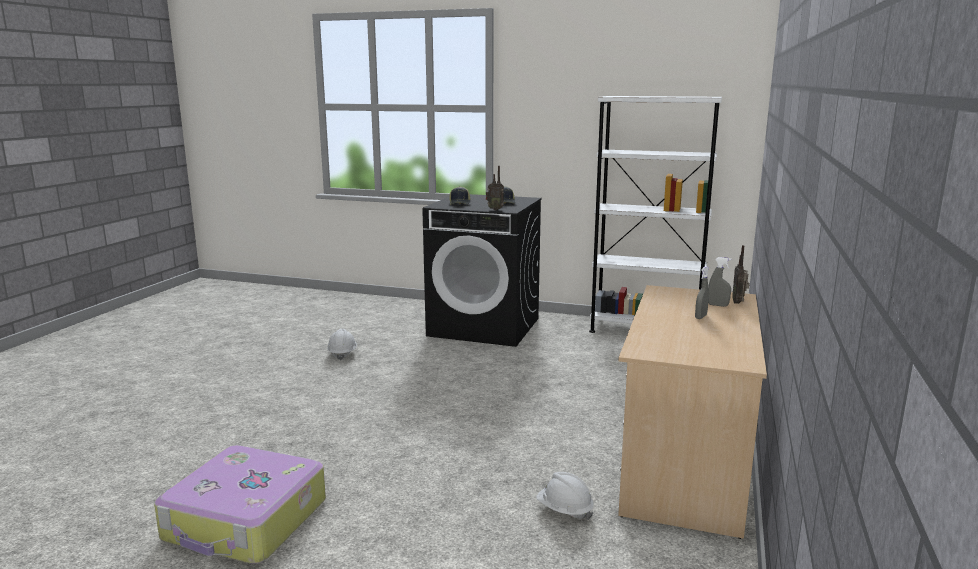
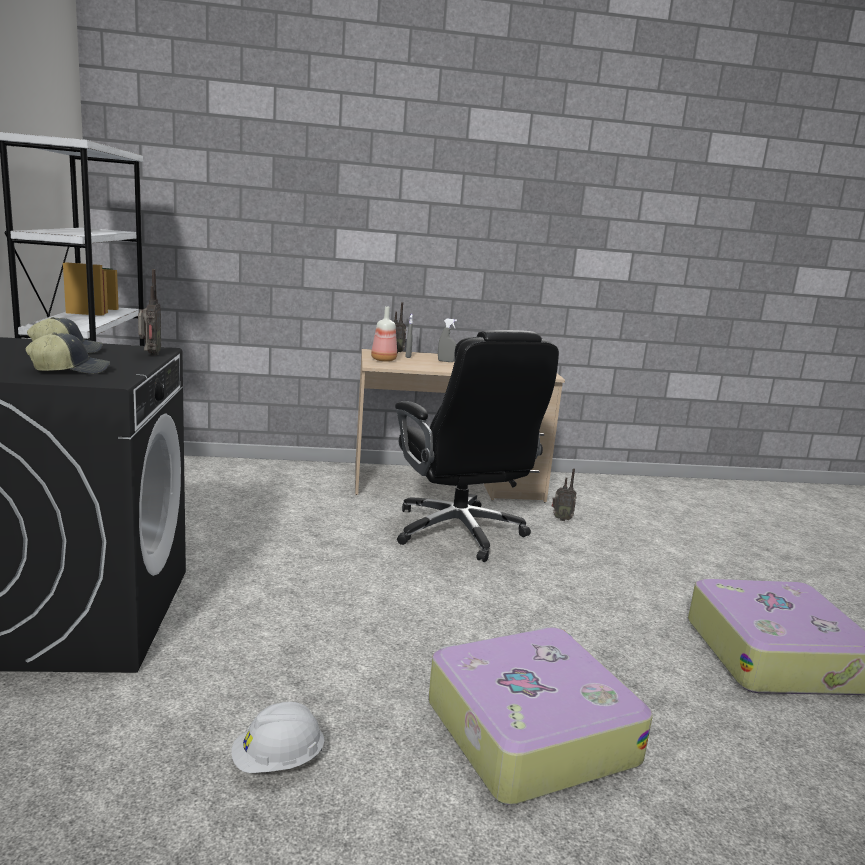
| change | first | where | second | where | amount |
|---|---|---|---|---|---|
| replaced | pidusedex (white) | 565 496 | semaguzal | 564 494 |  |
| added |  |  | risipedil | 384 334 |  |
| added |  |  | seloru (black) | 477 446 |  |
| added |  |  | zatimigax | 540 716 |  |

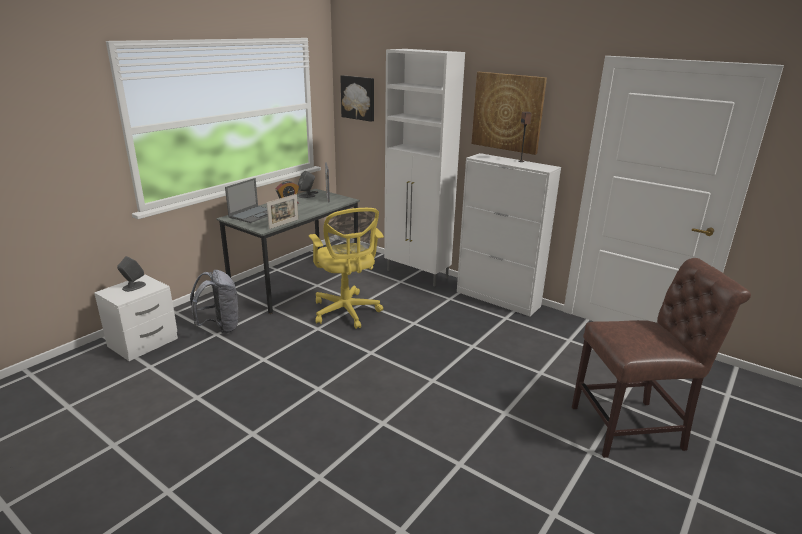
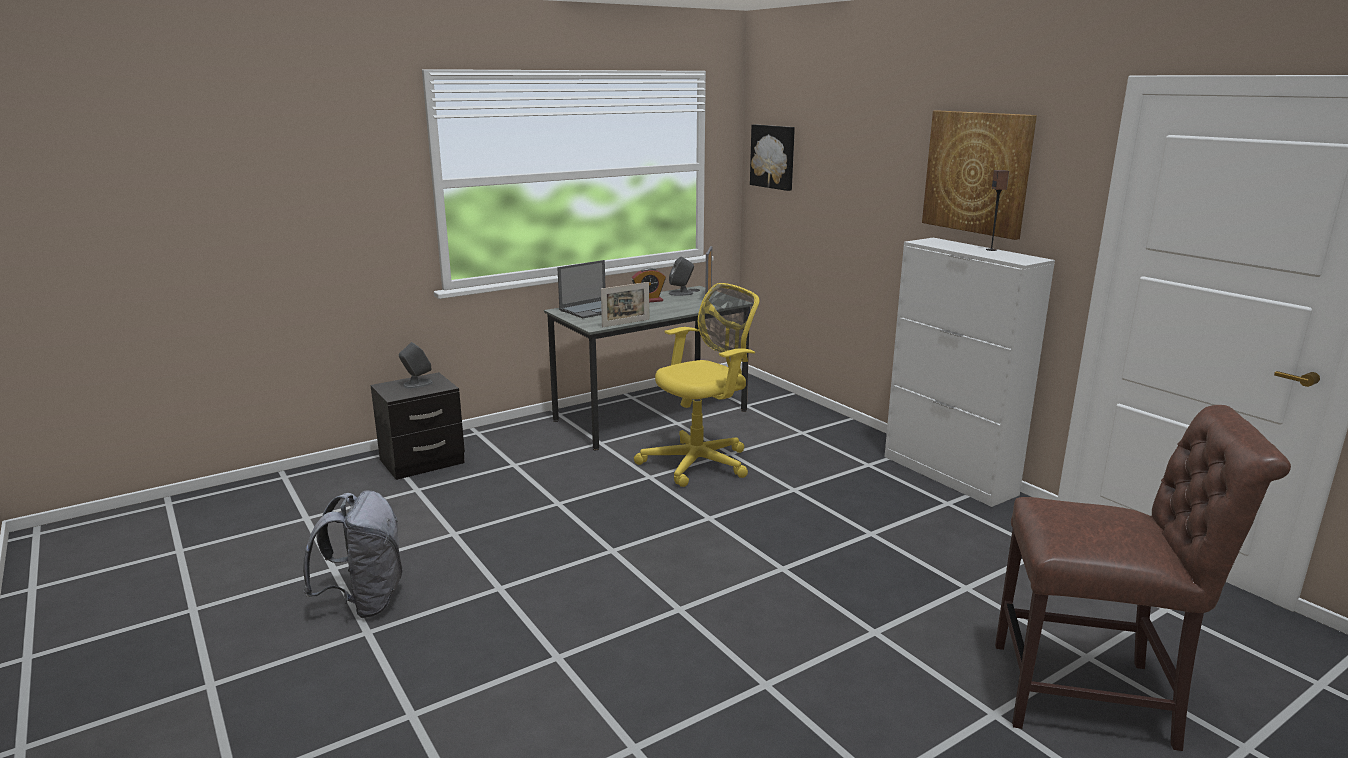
| change | first | where | second | where | amount |
|---|---|---|---|---|---|
| removed | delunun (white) | 424 168 |  |  |  |
| turned | seloru (yellow) | 346 268 |  | 696 385 | 120 degrees counterclockwise |
| moved | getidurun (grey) | 214 302 |  | 352 554 |  |
| recoloured | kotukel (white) | 136 317 | kotukel (black) | 417 426 |  |

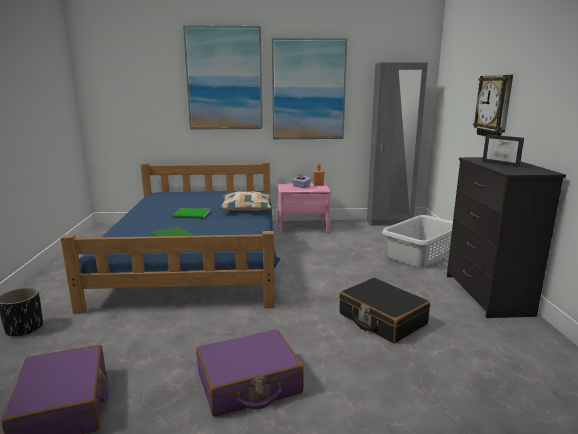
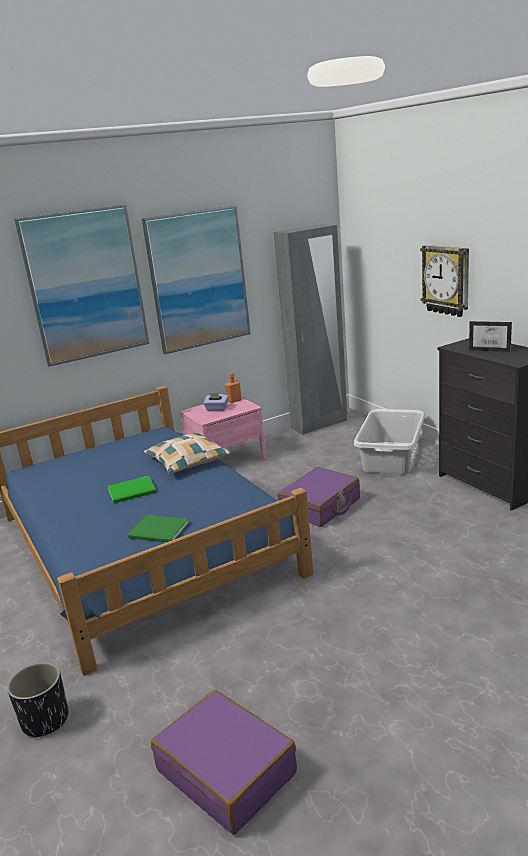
| change | first | where | second | where | amount |
|---|---|---|---|---|---|
| removed | zatimigax (black) | 384 311 |  |  |  |
| moved | zatimigax (purple) | 250 373 |  | 319 497 |  |

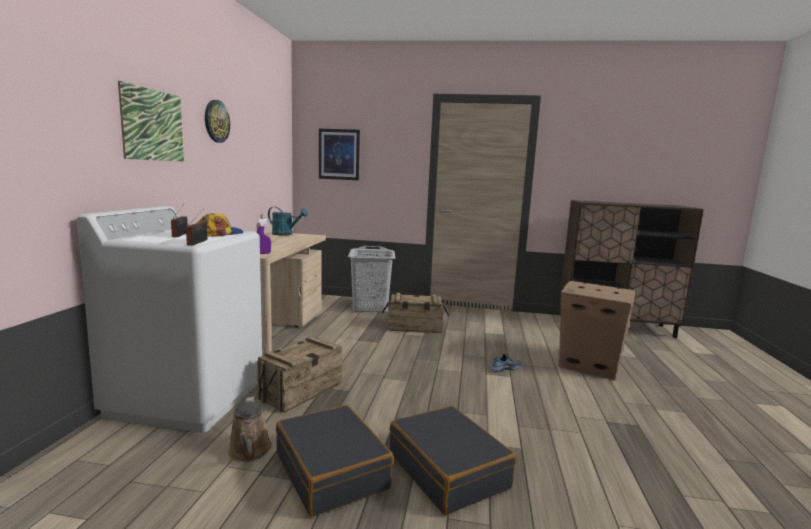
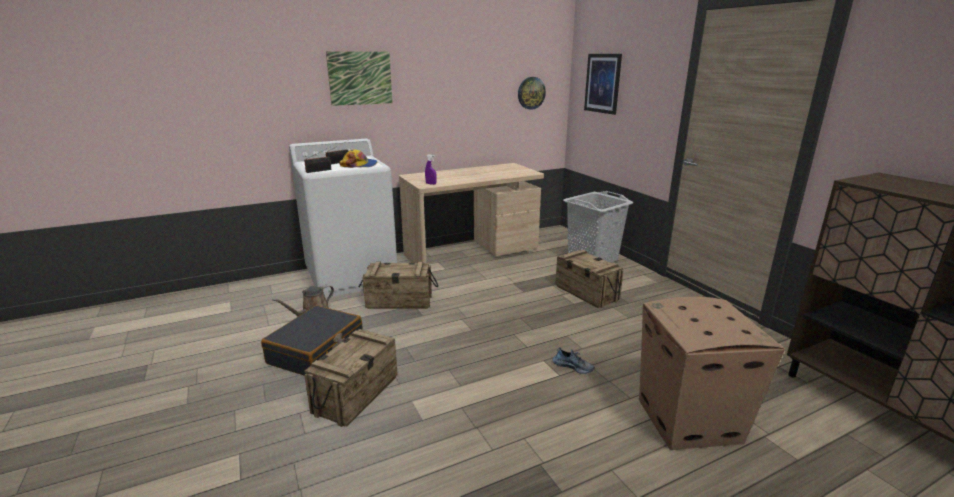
| change | first | where | second | where | amount |
|---|---|---|---|---|---|
| moved | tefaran | 217 121 |  | 532 93 |  |
| removed | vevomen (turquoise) | 288 221 |  |  |  |
| replaced | zatimigax (black) | 453 460 | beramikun | 351 378 |  |

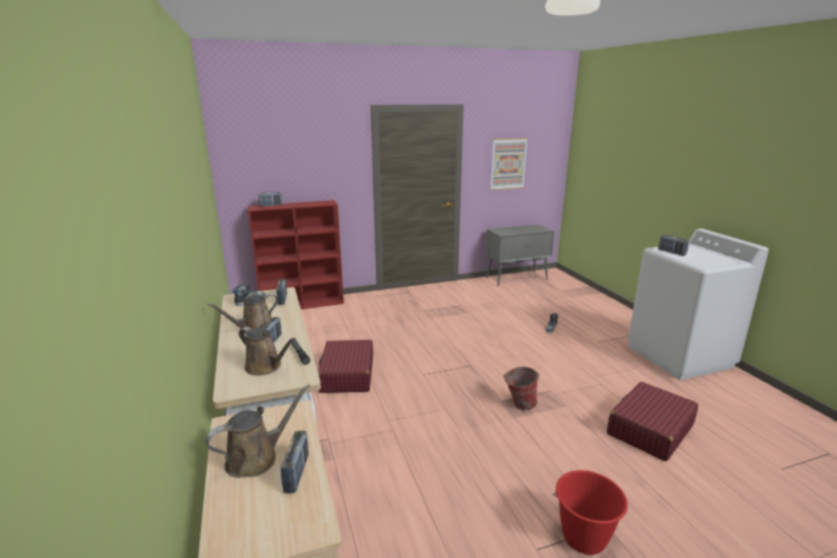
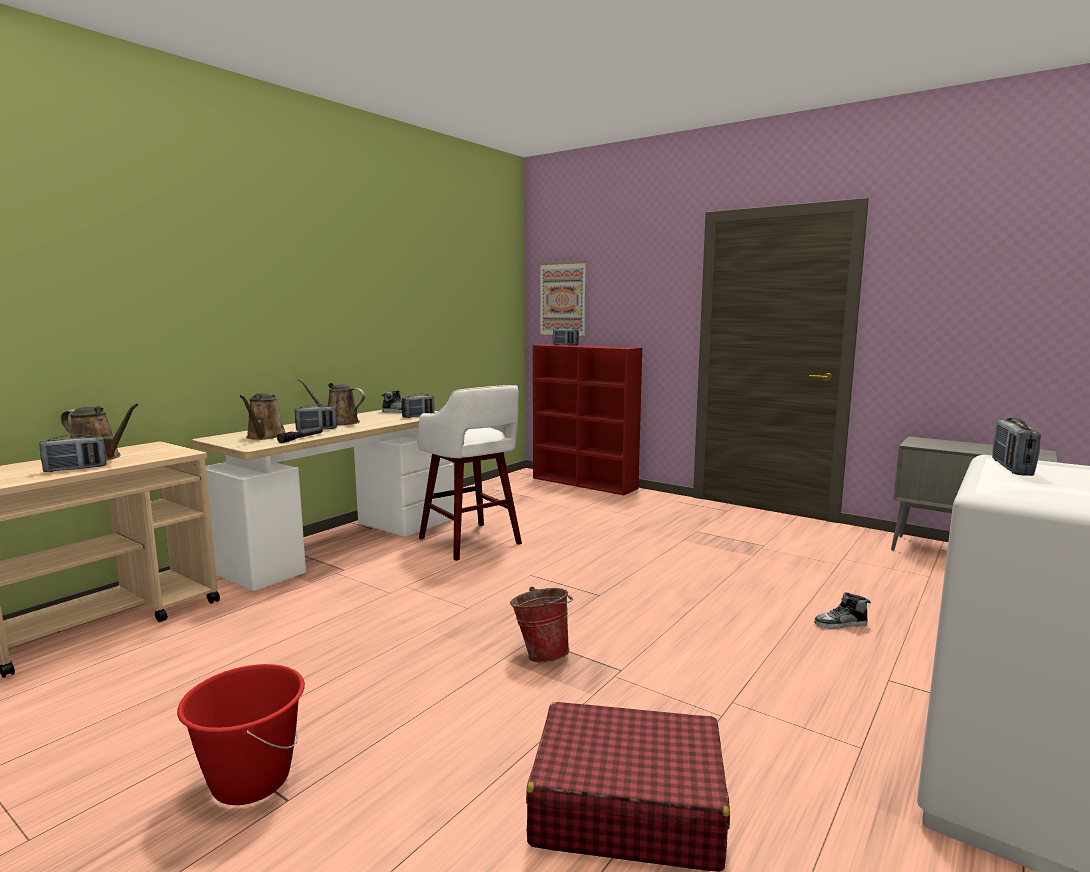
| change | first | where | second | where | amount |
|---|---|---|---|---|---|
| moved | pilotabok | 509 164 |  | 563 299 |  |
| replaced | zatimigax (red) | 345 366 | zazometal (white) | 469 473 |  |

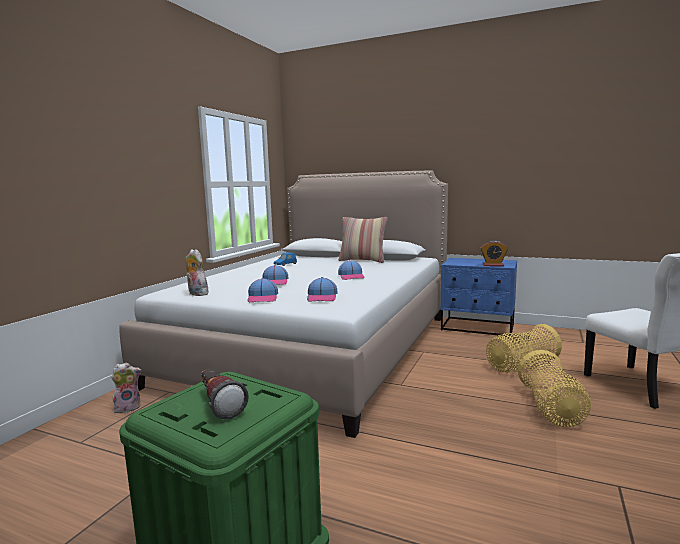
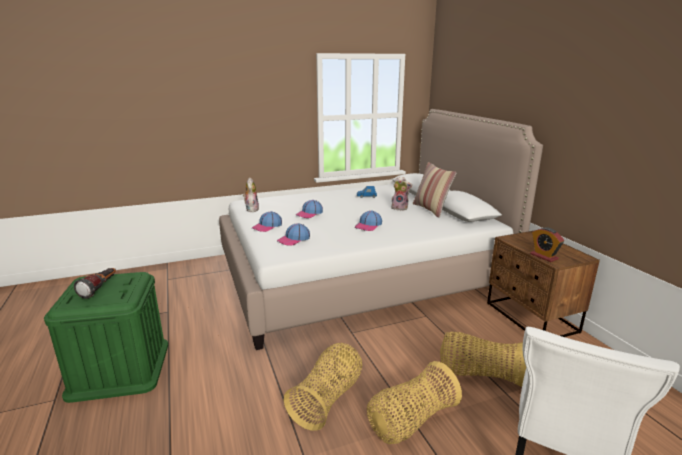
| change | first | where | second | where | amount |
|---|---|---|---|---|---|
| recoloured | kotukel (blue) | 479 297 | kotukel (brown) | 543 284 |  |
| moved | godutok | 126 387 |  | 401 194 |  |
| added |  |  | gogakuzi | 323 387 |  |

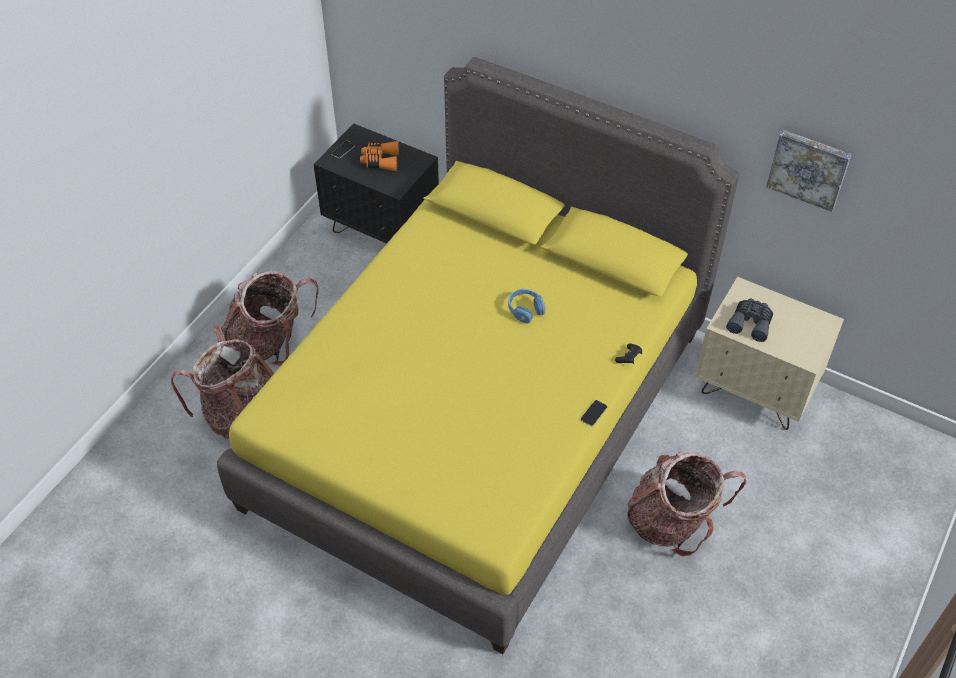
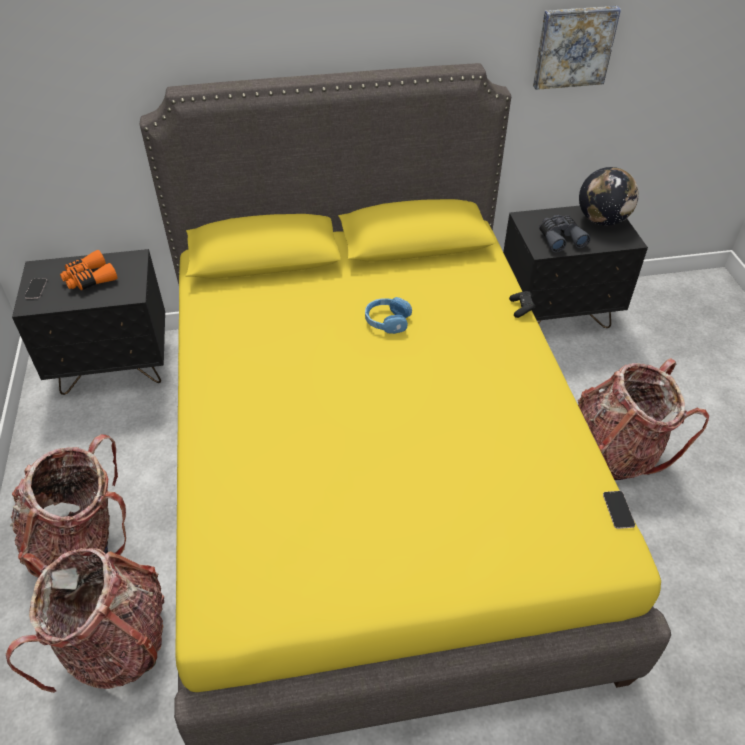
| change | first | where | second | where | amount |
|---|---|---|---|---|---|
| recoloured | kotukel (beige) | 769 353 | kotukel (black) | 575 267 |  |
| moved | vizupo | 593 413 |  | 619 510 |  |
| added |  |  | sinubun | 609 196 |  |

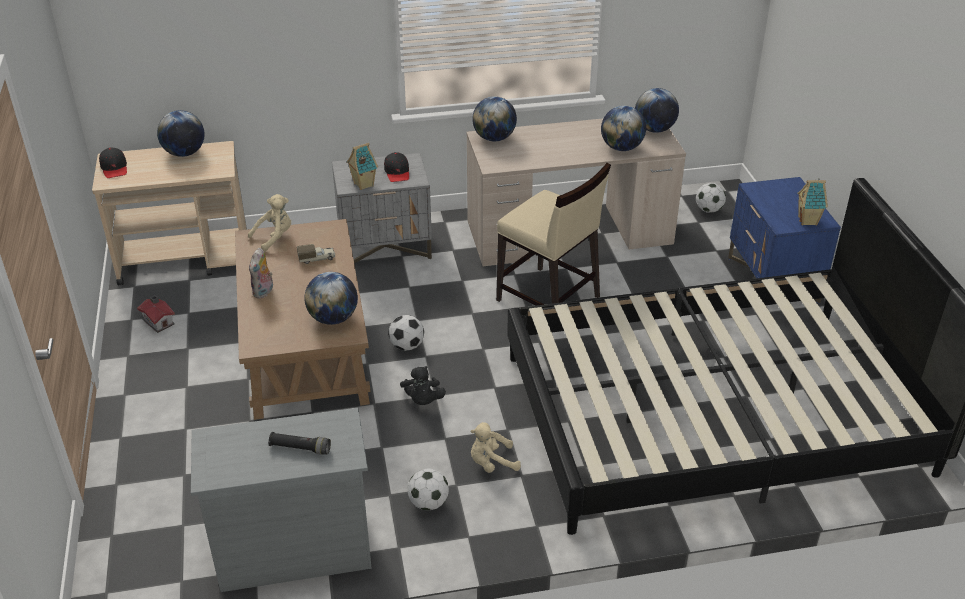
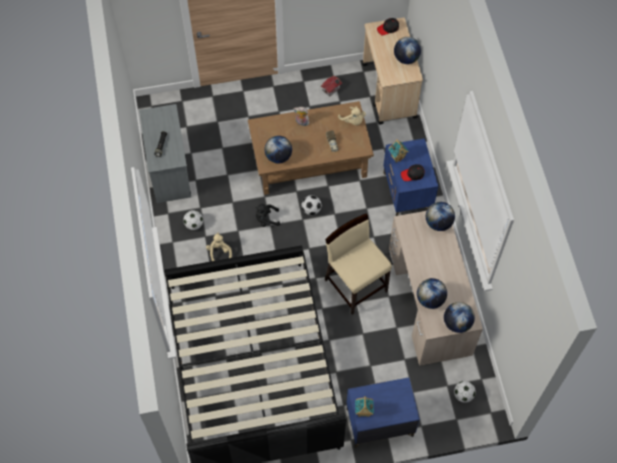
| change | first | where | second | where | amount |
|---|---|---|---|---|---|
| recoloured | kotukel (grey) | 382 208 | kotukel (blue) | 410 177 |  |
| turned | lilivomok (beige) | 553 234 |  | 358 264 | 105 degrees clockwise |

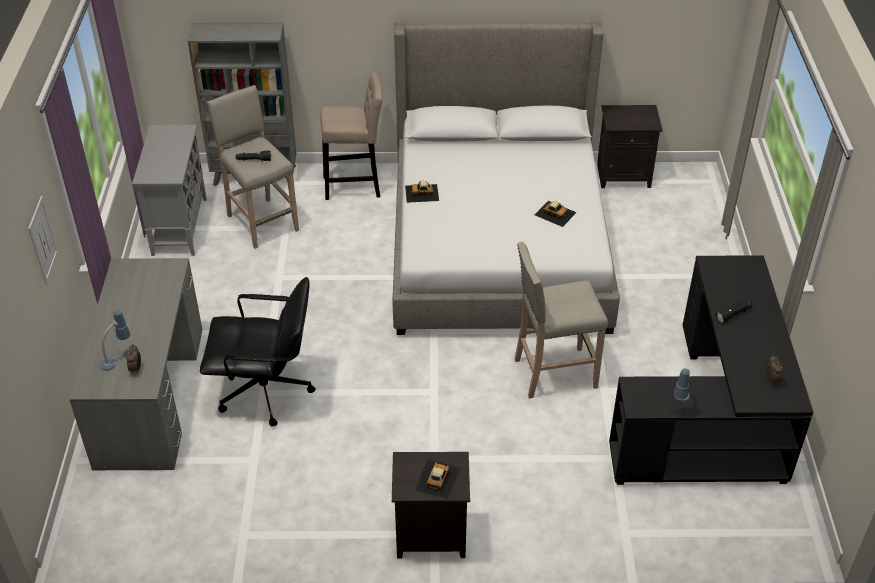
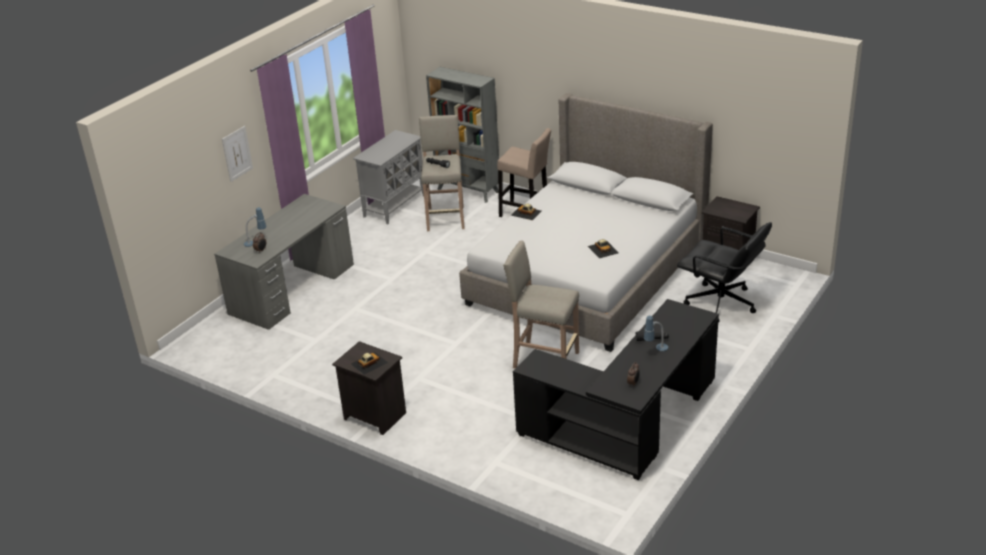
| change | first | where | second | where | amount |
|---|---|---|---|---|---|
| moved | seloru (black) | 257 351 |  | 724 272 |  |
| moved | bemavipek | 682 385 |  | 656 333 |  |

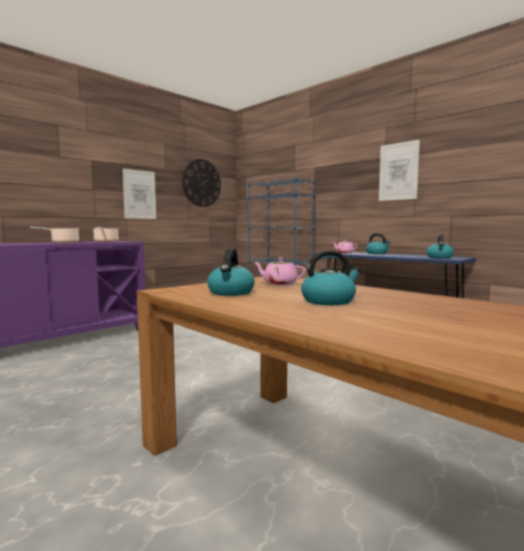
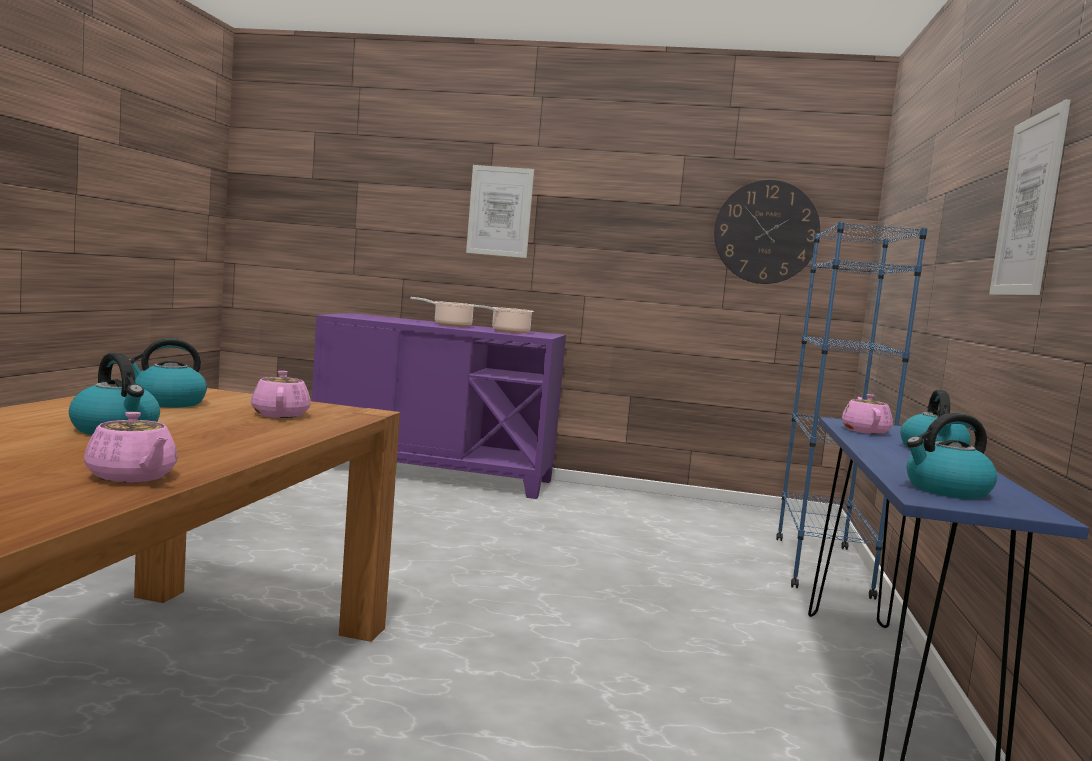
| change | first | where | second | where | amount |
|---|---|---|---|---|---|
| moved | pilotabok | 139 194 |  | 500 211 |  |
| added |  |  | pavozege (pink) | 130 447 |  |

